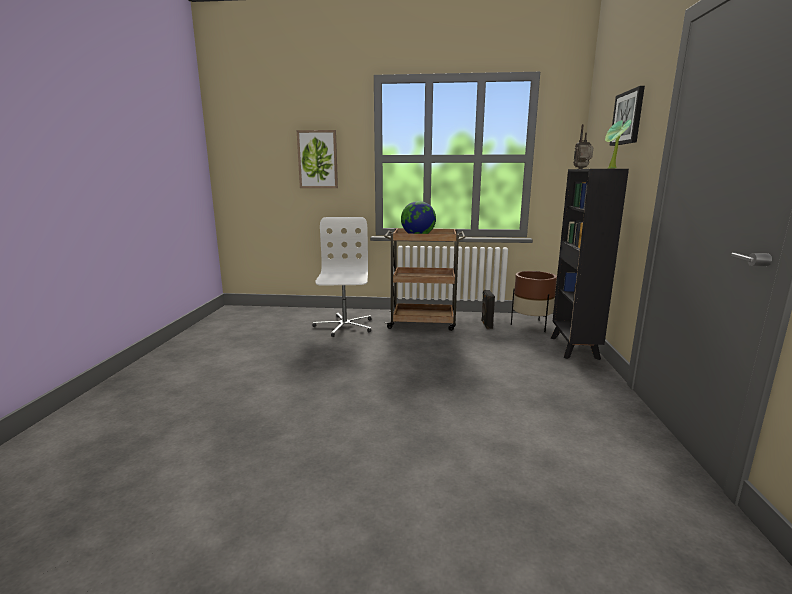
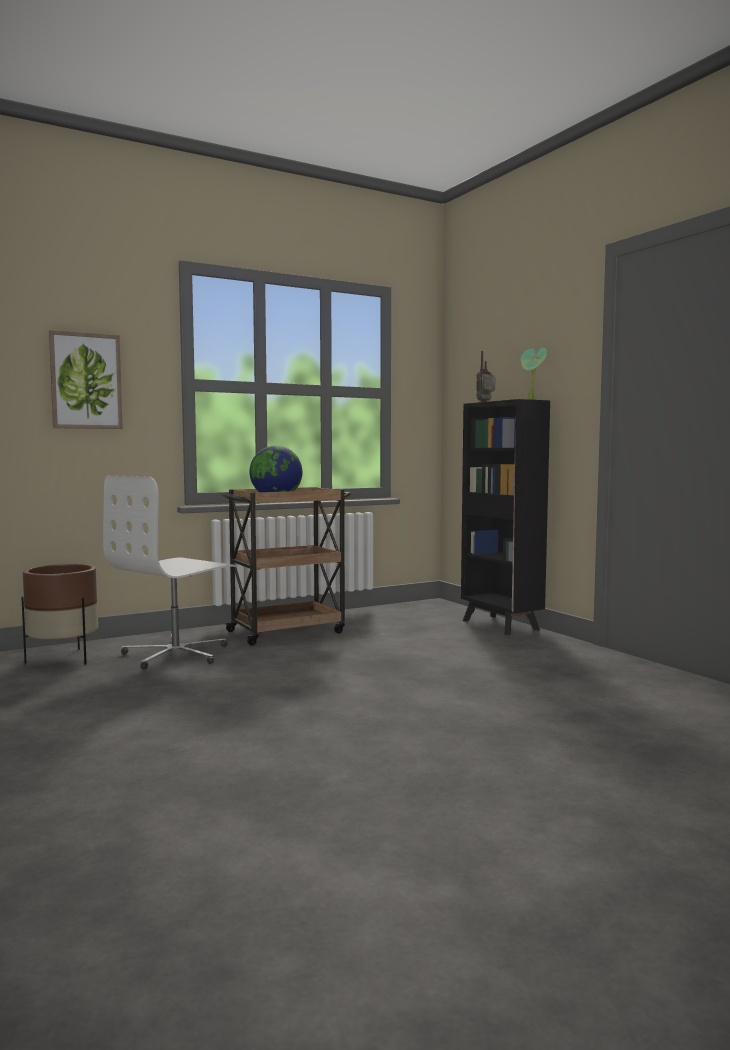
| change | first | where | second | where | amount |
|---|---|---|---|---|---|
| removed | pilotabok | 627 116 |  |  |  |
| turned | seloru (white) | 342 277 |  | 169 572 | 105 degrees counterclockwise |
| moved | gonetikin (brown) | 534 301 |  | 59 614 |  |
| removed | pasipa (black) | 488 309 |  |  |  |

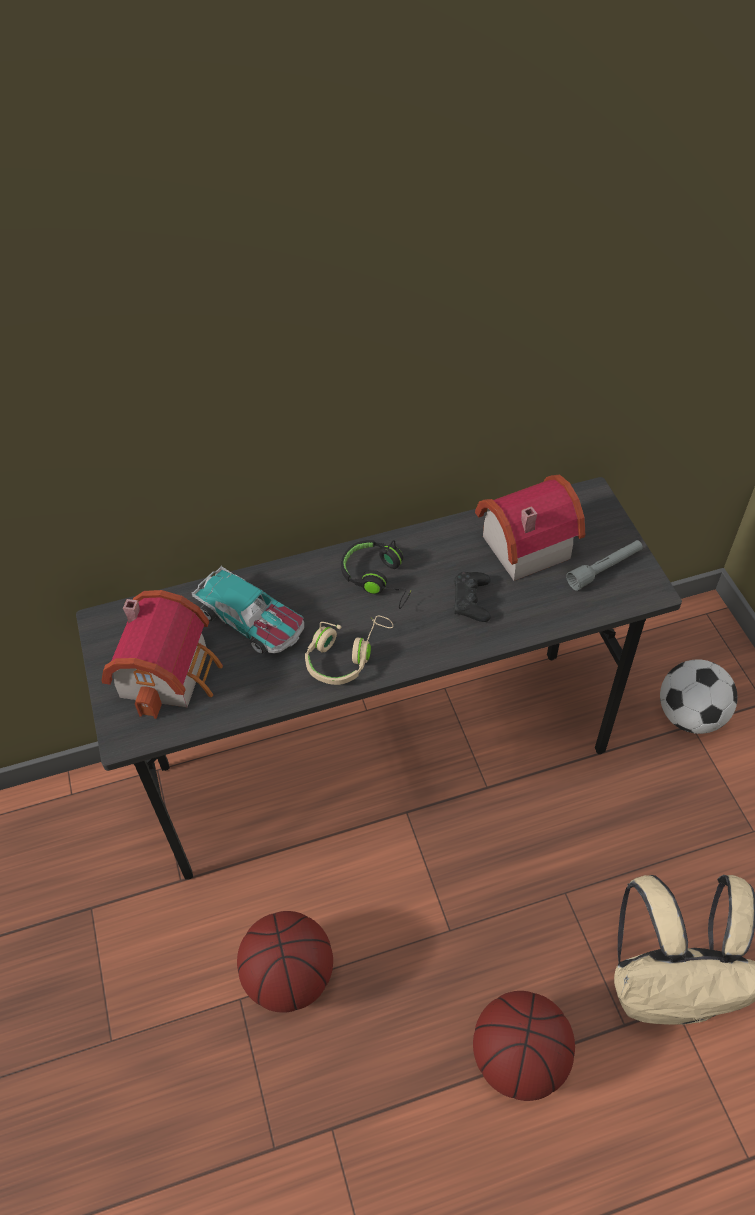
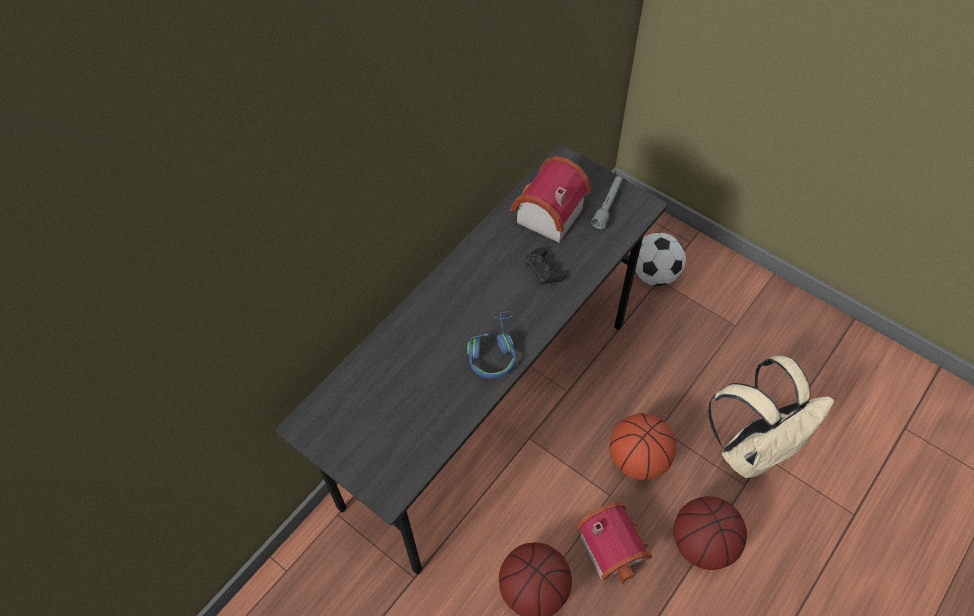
| change | first | where | second | where | amount |
|---|---|---|---|---|---|
| removed | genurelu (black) | 376 574 |  |  |  |
| removed | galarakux | 248 610 |  |  |  |
| moved | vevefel | 162 654 |  | 614 543 |  |
| recoloured | genurelu (beige) | 349 650 | genurelu (blue) | 491 344 |  |
| added |  |  | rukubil | 643 446 |  |

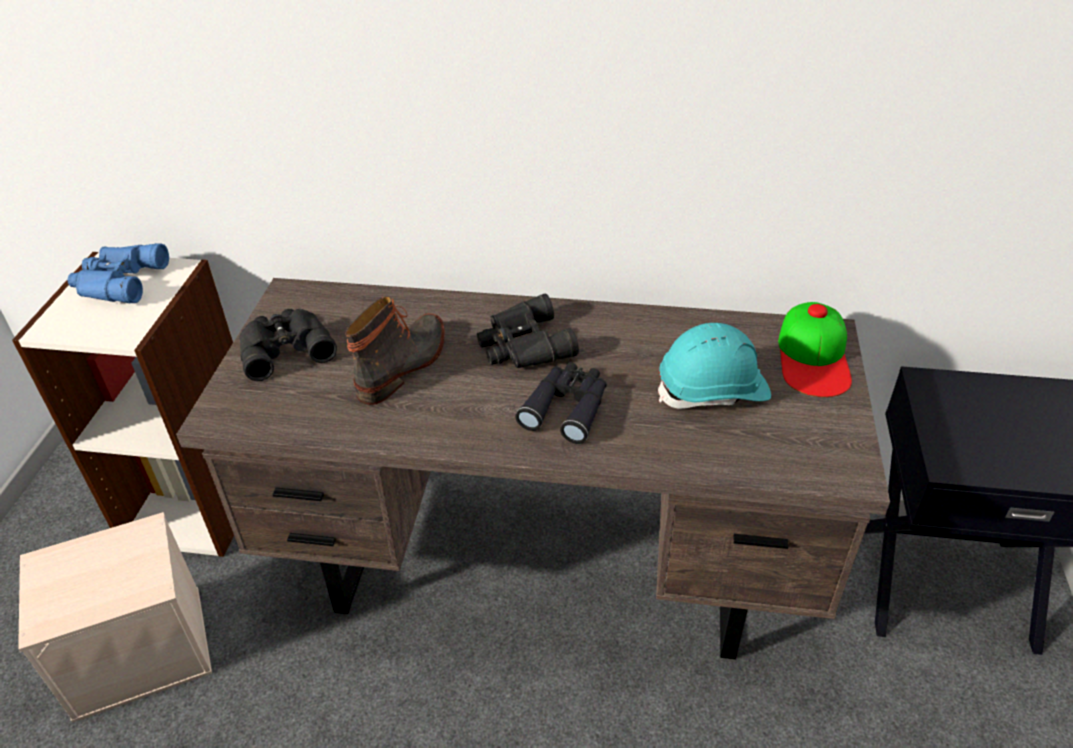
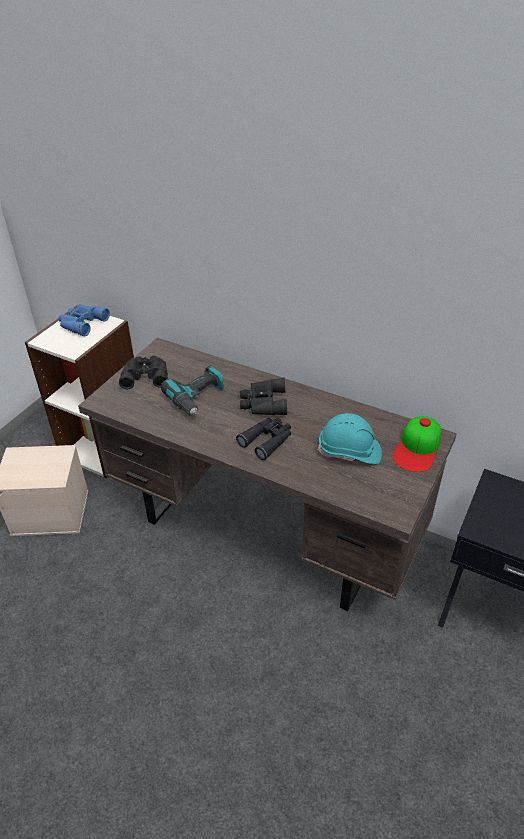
| change | first | where | second | where | amount |
|---|---|---|---|---|---|
| replaced | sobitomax | 395 350 | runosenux | 192 390 |  |

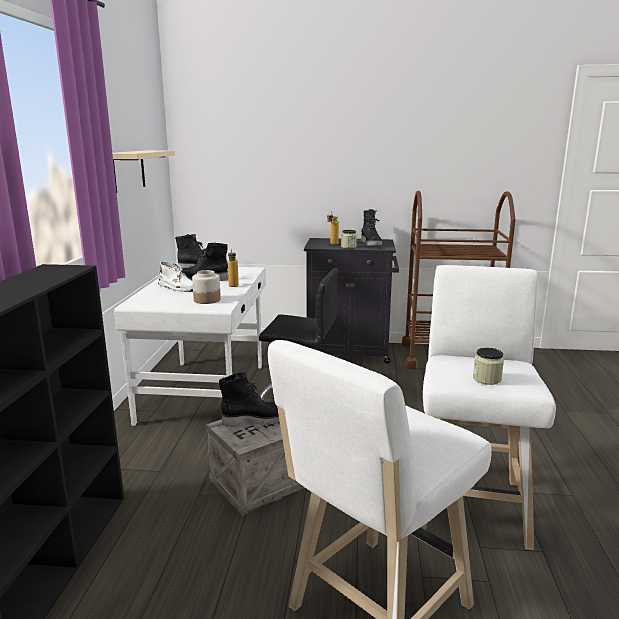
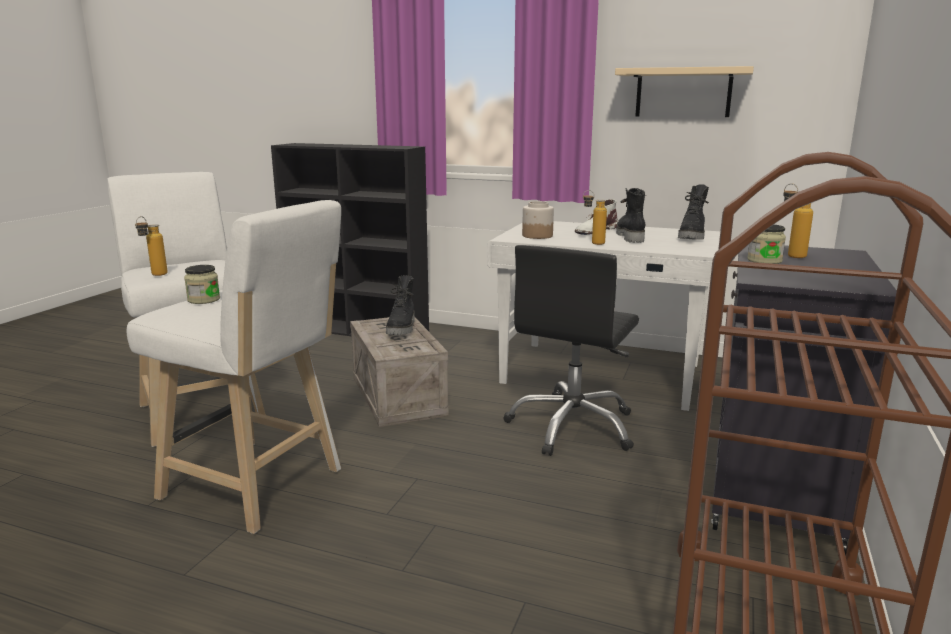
| change | first | where | second | where | amount |
|---|---|---|---|---|---|
| removed | sobitomax (black) | 371 227 |  |  |  |
| added |  |  | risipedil | 151 246 |  |

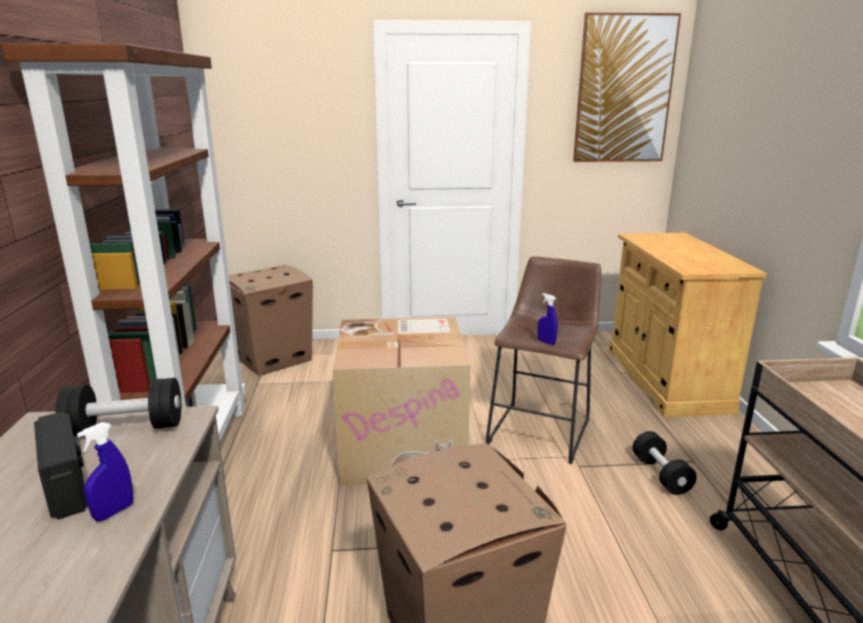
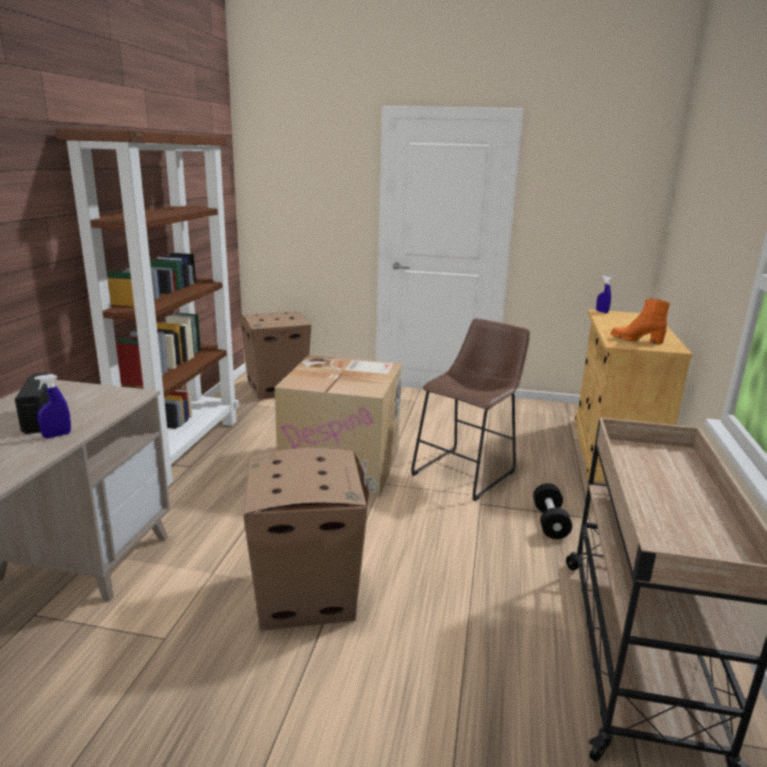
| change | first | where | second | where | amount |
|---|---|---|---|---|---|
| removed | pilotabok | 627 87 |  |  |  |
| moved | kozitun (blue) | 547 319 |  | 604 294 |  |
| removed | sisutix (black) | 118 407 |  |  |  |
| added |  |  | sobitomax (orange) | 640 321 |  |

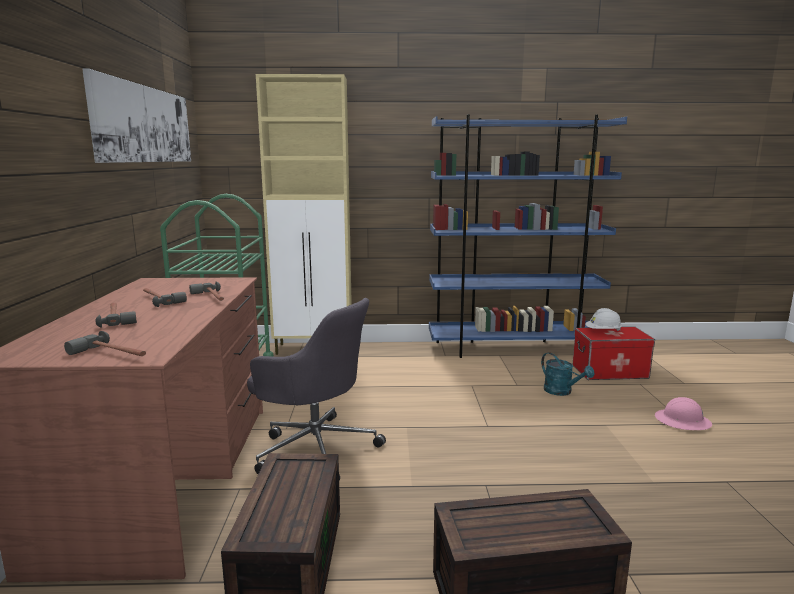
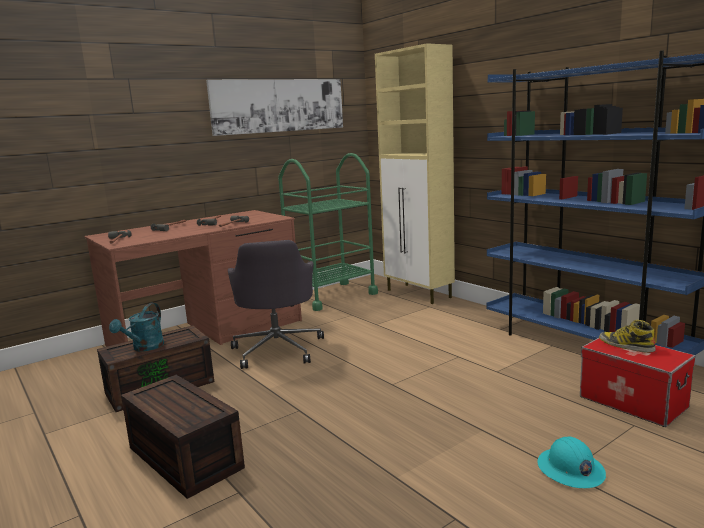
| change | first | where | second | where | amount |
|---|---|---|---|---|---|
| replaced | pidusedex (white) | 603 319 | sobitomax | 627 336 |  |
| moved | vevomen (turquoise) | 567 374 |  | 136 327 |  |
| recoloured | pidusedex (pink) | 683 413 | pidusedex (turquoise) | 572 462 |  |

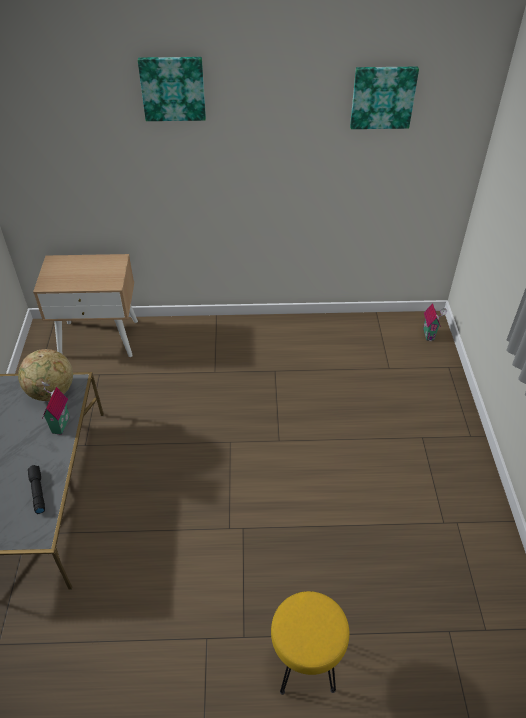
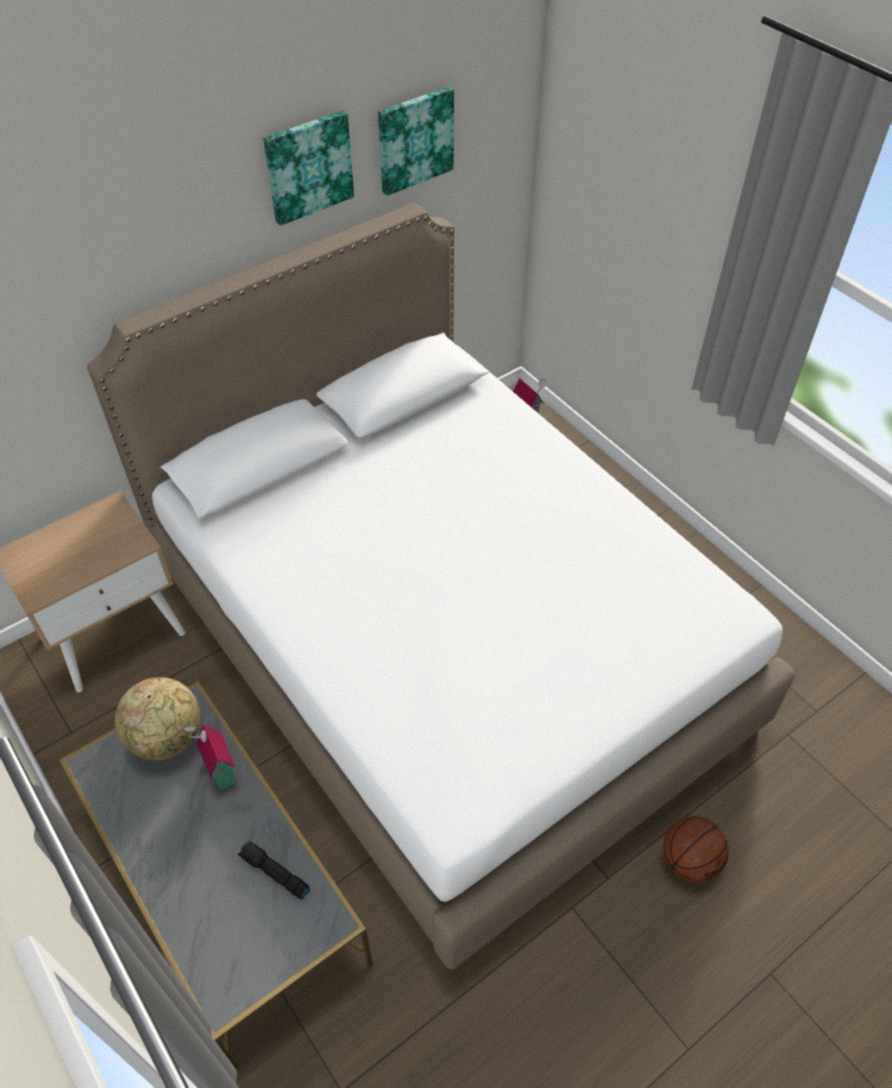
| change | first | where | second | where | amount |
|---|---|---|---|---|---|
| moved | pilotabok | 172 89 |  | 308 168 |  |
| replaced | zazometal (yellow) | 310 643 | rukubil | 696 849 |  |
| added |  |  | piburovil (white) | 441 586 |  |

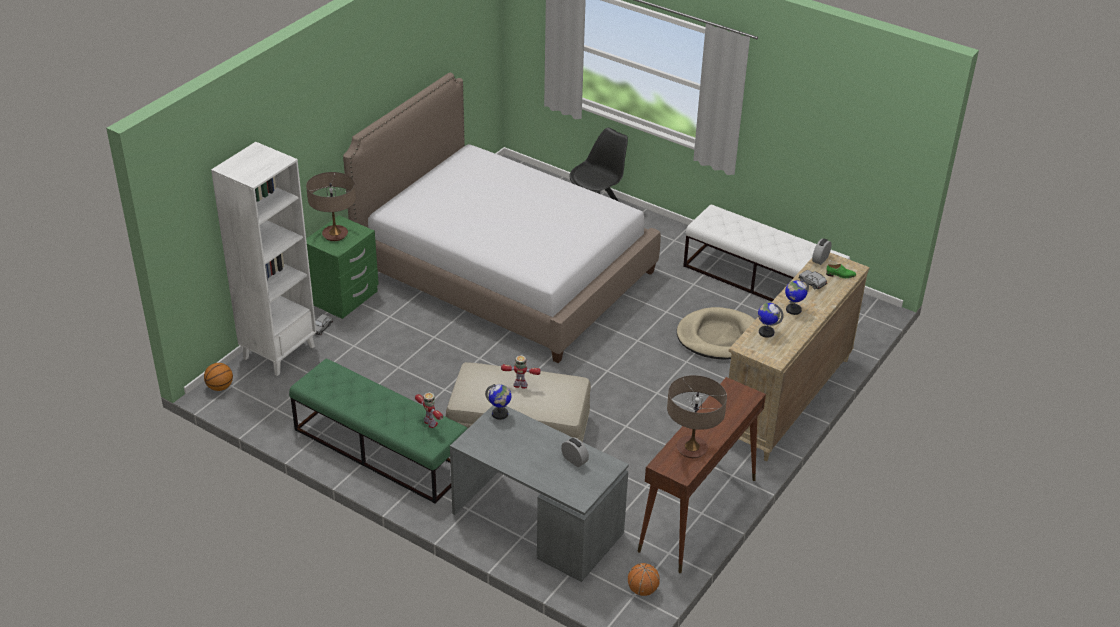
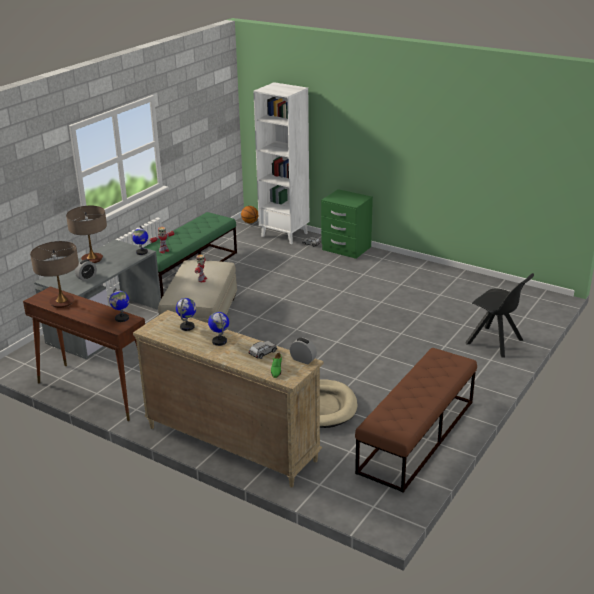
| change | first | where | second | where | amount |
|---|---|---|---|---|---|
| removed | piburovil | 502 218 |  |  |  |
| moved | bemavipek | 331 206 |  | 86 234 |  |
| recoloured | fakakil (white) | 766 253 | fakakil (brown) | 416 420 |  |
| removed | rukubil | 644 579 |  |  |  |
| added |  |  | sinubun | 119 305 |  |

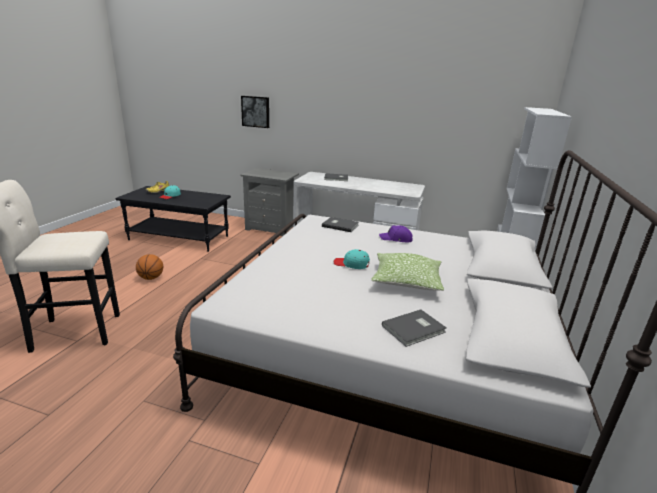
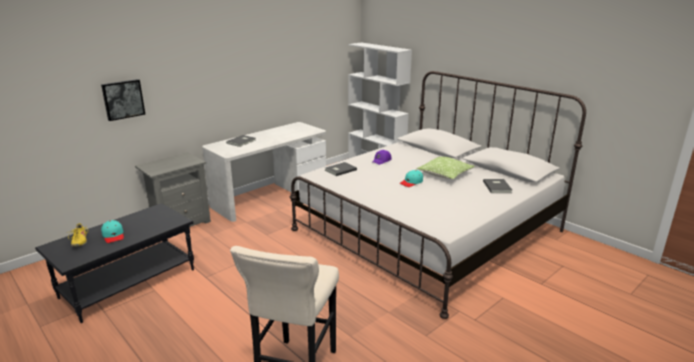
| change | first | where | second | where | amount |
|---|---|---|---|---|---|
| removed | rukubil | 149 267 |  |  |  |

